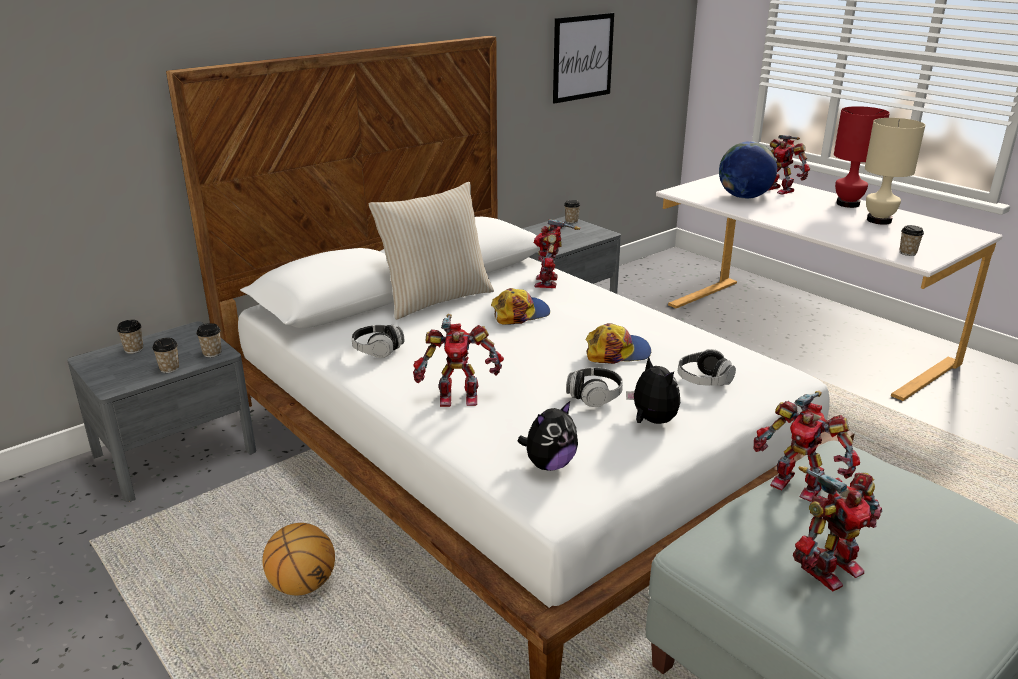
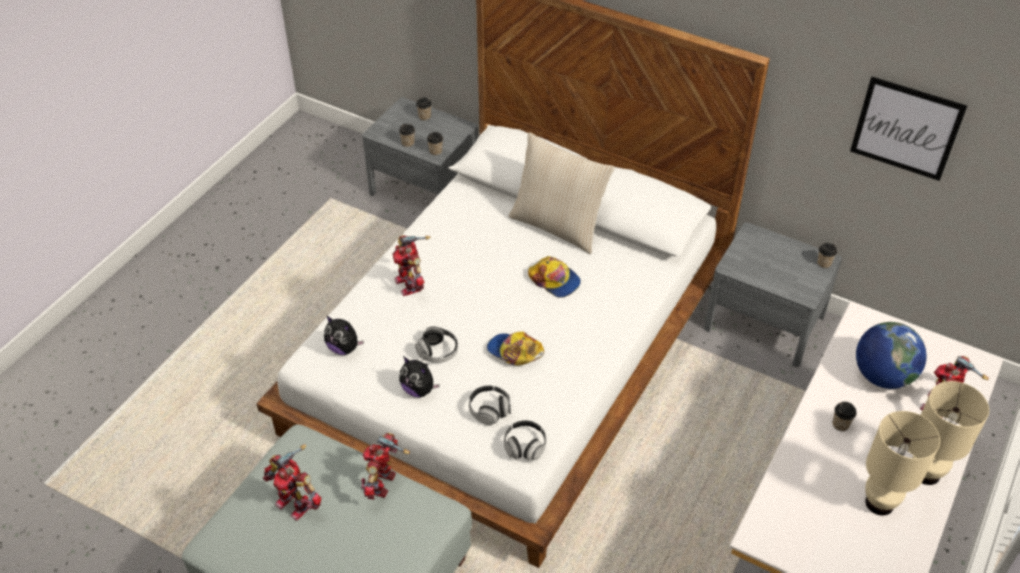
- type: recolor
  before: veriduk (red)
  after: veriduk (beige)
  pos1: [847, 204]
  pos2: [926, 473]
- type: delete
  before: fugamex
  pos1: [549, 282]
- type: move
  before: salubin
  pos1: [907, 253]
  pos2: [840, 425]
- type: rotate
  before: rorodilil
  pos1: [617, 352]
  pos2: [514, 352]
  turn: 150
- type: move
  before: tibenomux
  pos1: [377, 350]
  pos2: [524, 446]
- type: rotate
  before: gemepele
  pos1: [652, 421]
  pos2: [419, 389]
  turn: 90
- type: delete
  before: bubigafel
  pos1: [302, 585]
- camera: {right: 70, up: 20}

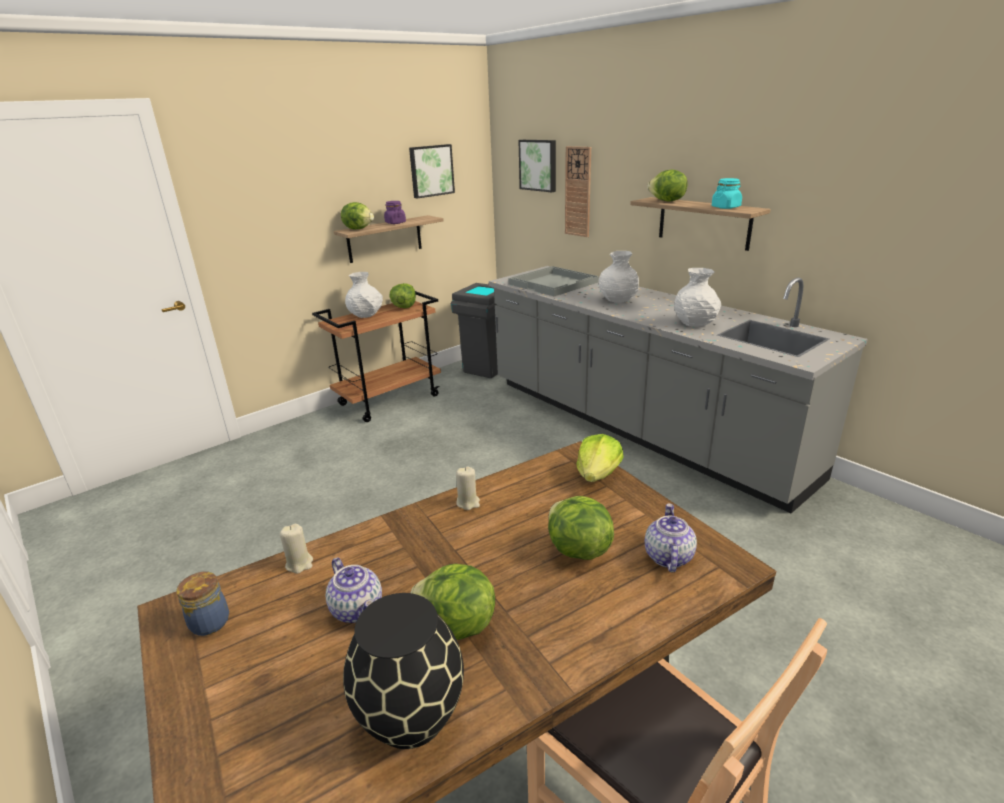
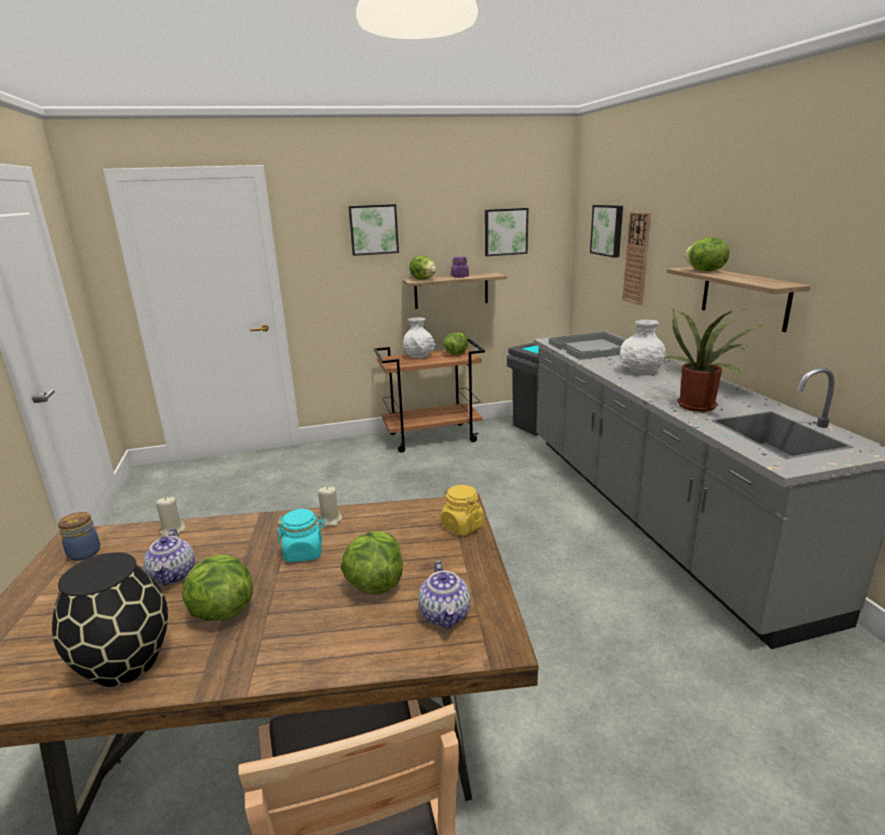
- type: move
  before: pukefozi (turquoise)
  pos1: [726, 207]
  pos2: [304, 552]
- type: replace
  before: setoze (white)
  after: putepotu
  pos1: [695, 323]
  pos2: [700, 405]
- type: replace
  before: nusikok
  after: pukefozi (yellow)
  pos1: [598, 474]
  pos2: [462, 526]
- type: rotate
  before: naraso
  pos1: [667, 556]
  pos2: [446, 615]
  turn: 135
- type: insert
  after: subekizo
  pos2: [373, 229]
- camera: {right: 25, up: -5}

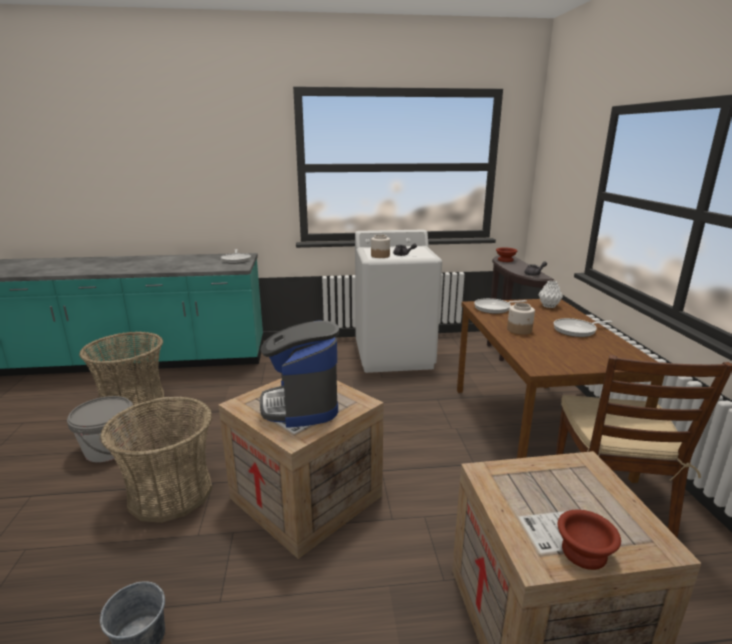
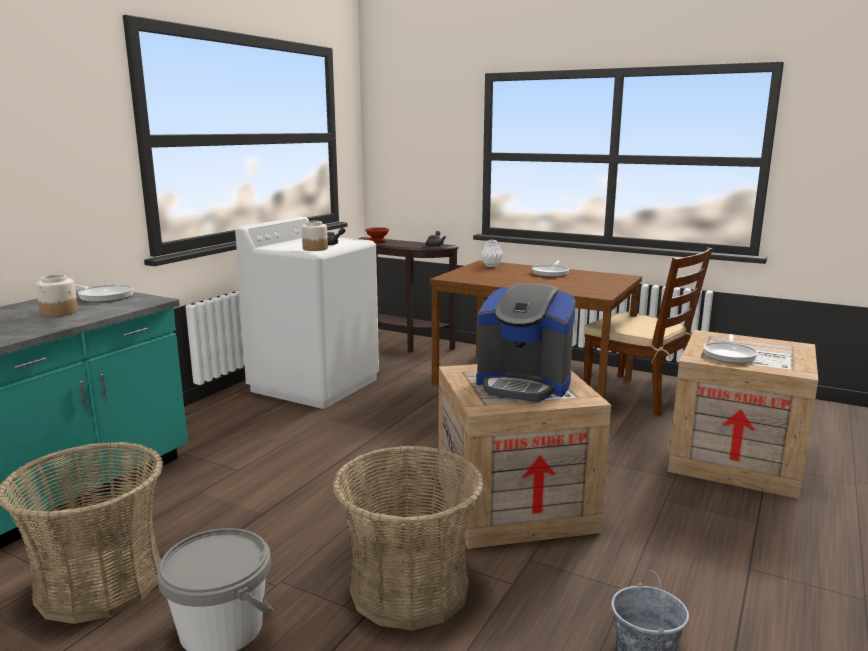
- type: move
  before: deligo
  pos1: [494, 308]
  pos2: [729, 355]
- type: move
  before: pukefozi
  pos1: [519, 330]
  pos2: [59, 312]
- type: delete
  before: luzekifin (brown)
  pos1: [585, 553]
- camera: {right: -55, up: -5}

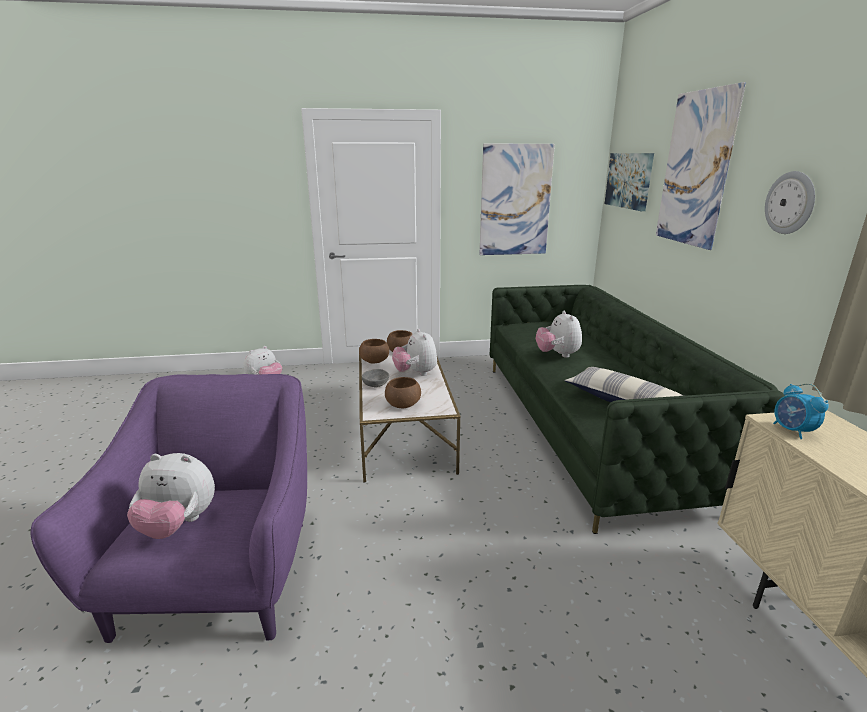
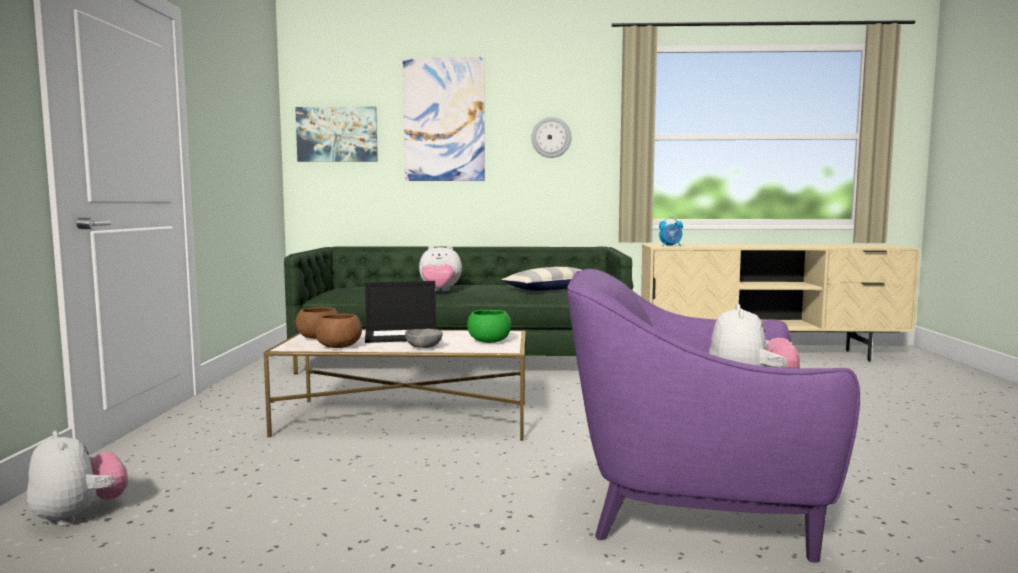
- type: delete
  before: subekizo
  pos1: [515, 201]
- type: replace
  before: gemepele
  after: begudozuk
  pos1: [415, 373]
  pos2: [403, 336]
- type: recolor
  before: luzekifin (brown)
  after: luzekifin (green)
  pos1: [403, 404]
  pos2: [488, 341]
- camera: {right: -80, up: -15}

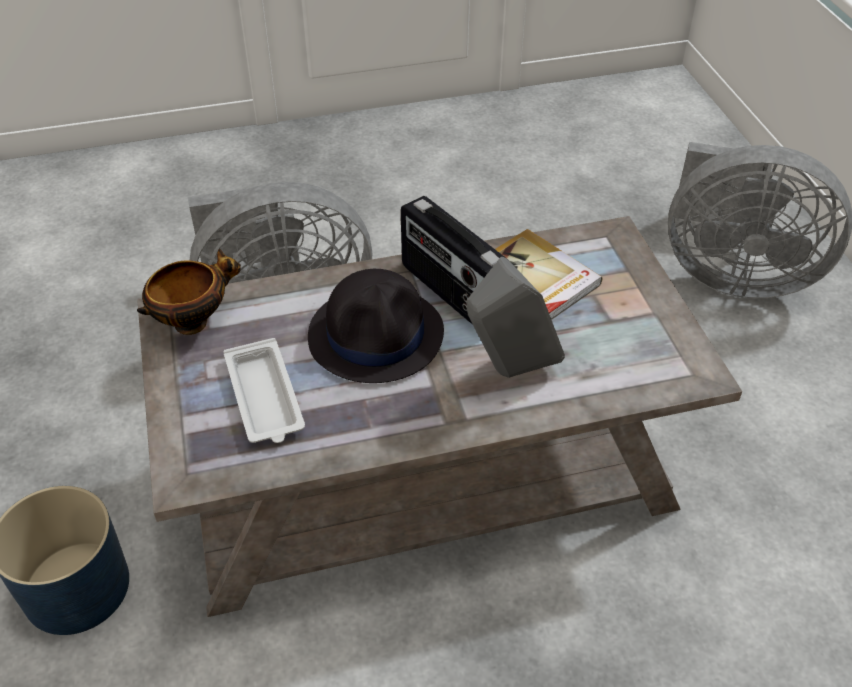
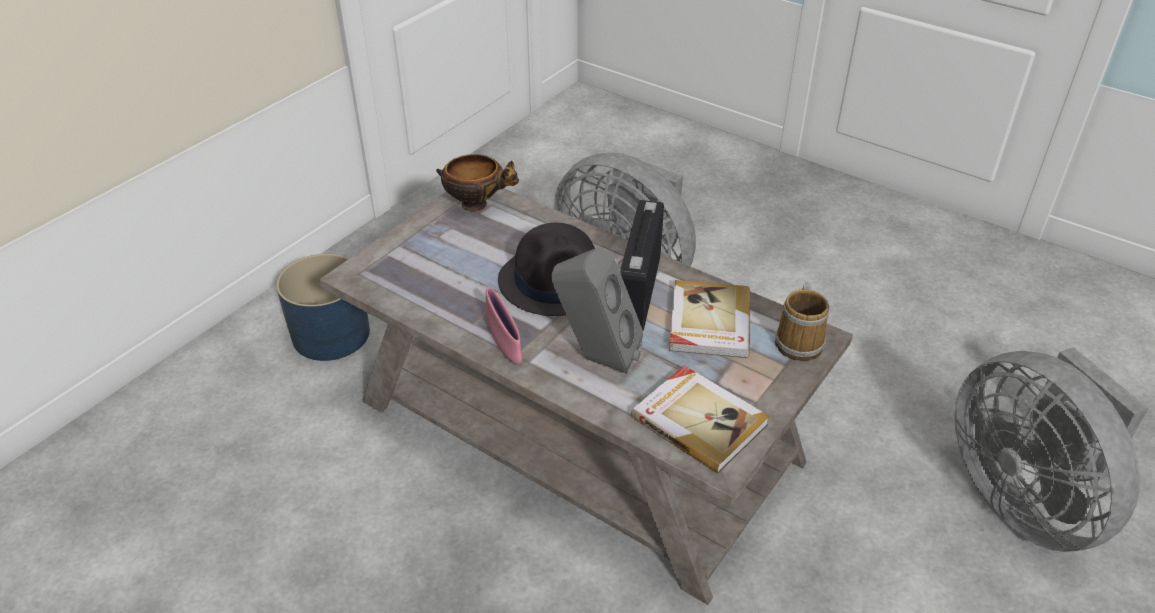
- type: delete
  before: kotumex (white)
  pos1: [265, 398]
- type: insert
  after: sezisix
  pos2: [800, 342]
- type: insert
  after: luzekifin (pink)
  pos2: [504, 343]
- type: insert
  after: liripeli
  pos2: [699, 420]
- camera: {right: 50, up: -5}

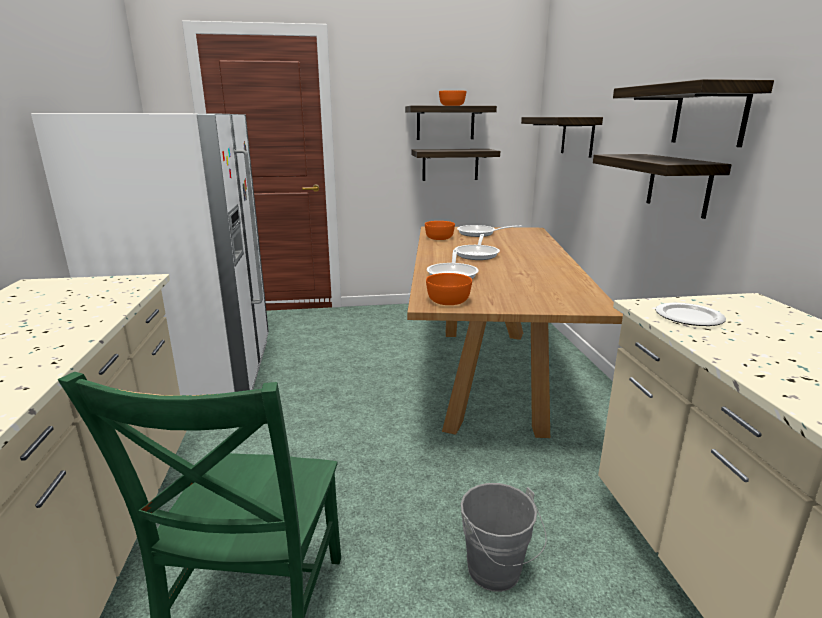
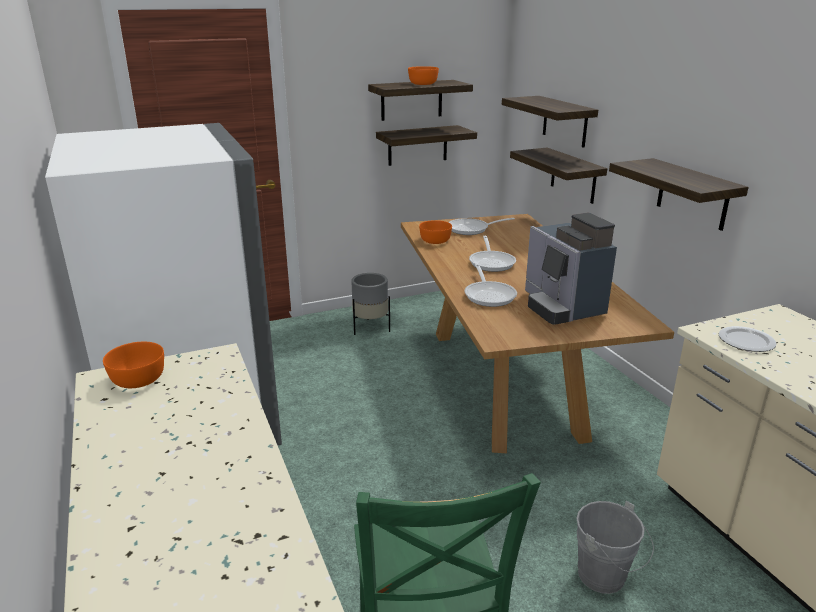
- type: move
  before: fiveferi
  pos1: [709, 115]
  pos2: [573, 175]
- type: move
  before: luzekifin (orange)
  pos1: [448, 301]
  pos2: [137, 379]
- type: insert
  after: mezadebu
  pos2: [561, 306]
- type: insert
  after: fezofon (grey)
  pos2: [371, 328]
- camera: {right: -15, up: 5}

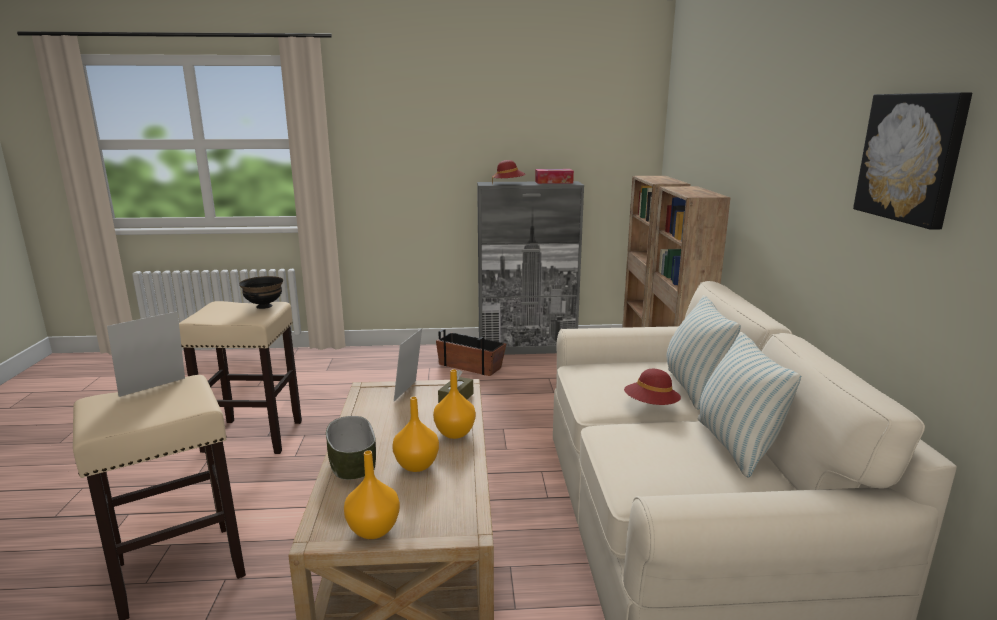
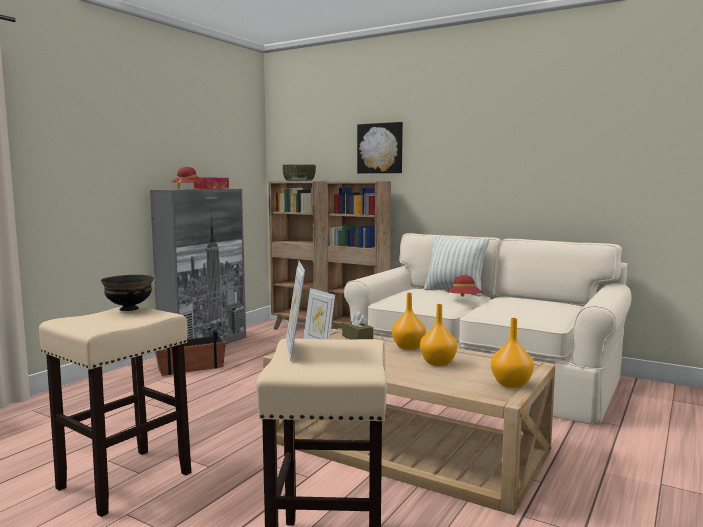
- type: move
  before: subekizo
  pos1: [912, 157]
  pos2: [380, 148]
- type: delete
  before: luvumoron
  pos1: [735, 446]
- type: move
  before: luzekifin
  pos1: [353, 464]
  pos2: [299, 181]
- camera: {right: -55, up: -10}

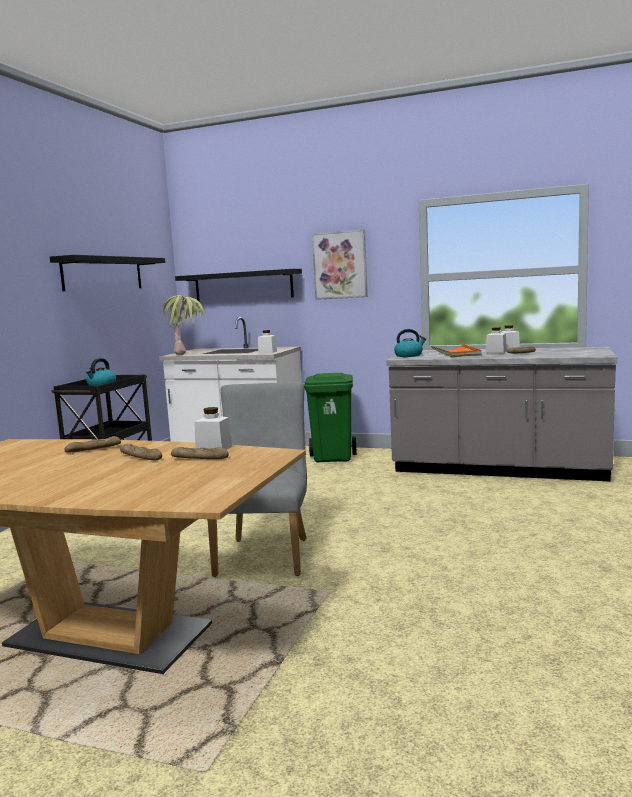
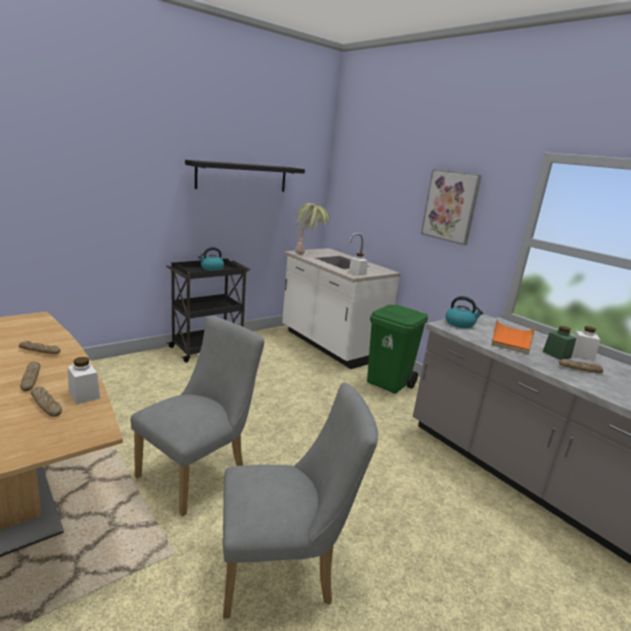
- type: delete
  before: fiveferi (black)
  pos1: [243, 286]
- type: recolor
  before: pukefozi (white)
  after: pukefozi (green)
  pos1: [496, 352]
  pos2: [556, 354]
- type: insert
  after: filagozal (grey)
  pos2: [284, 569]
- camera: {right: 30, up: 10}

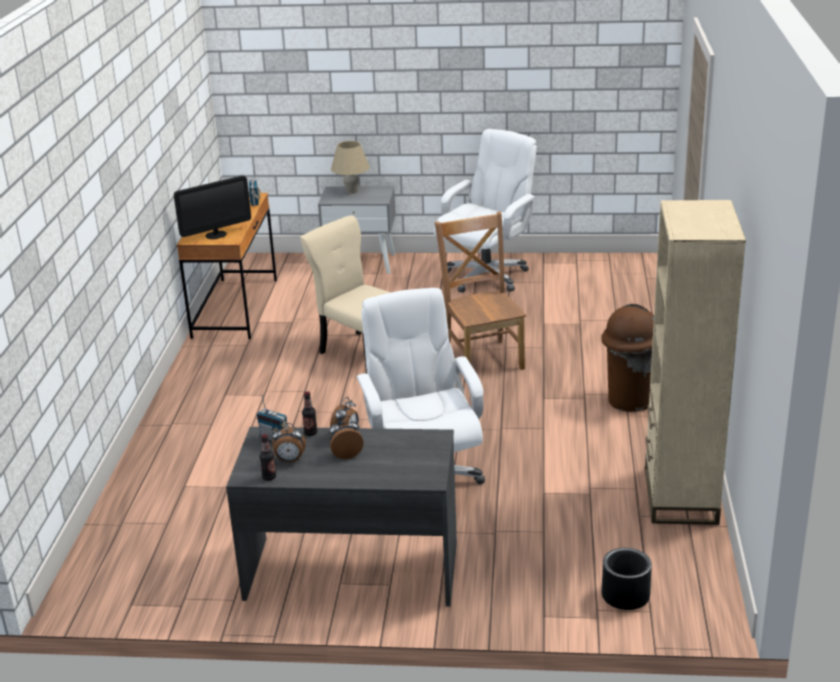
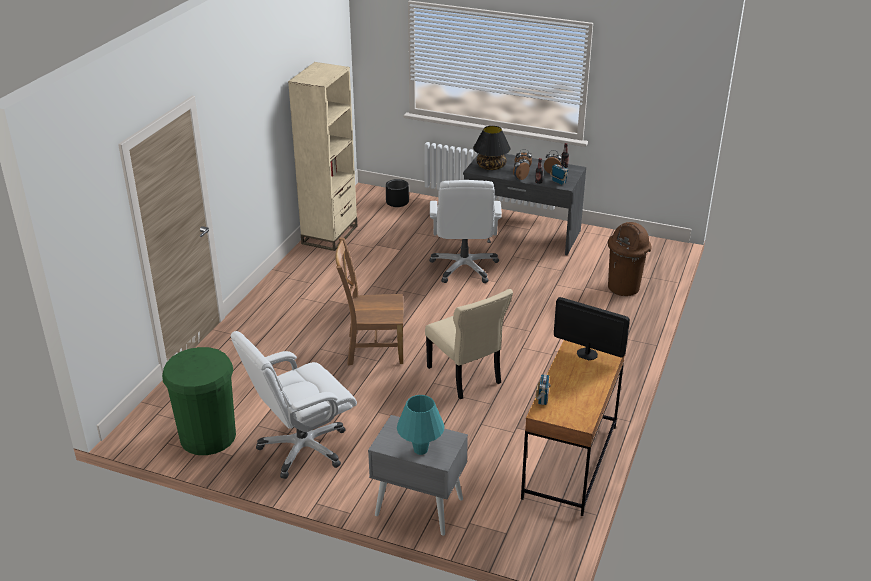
- type: recolor
  before: veriduk (beige)
  after: veriduk (turquoise)
  pos1: [352, 191]
  pos2: [420, 450]
- type: rotate
  before: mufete
  pos1: [216, 235]
  pos2: [587, 354]
  turn: 45
- type: rotate
  before: filagozal (brown)
  pos1: [483, 357]
  pos2: [372, 349]
  turn: 90
- type: move
  before: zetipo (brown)
  pos1: [629, 400]
  pos2: [624, 288]
- type: insert
  after: veriduk (black)
  pos2: [491, 166]
- type: insert
  after: zetipo (green)
  pos2: [208, 436]
- camera: {right: -165, up: 5}

